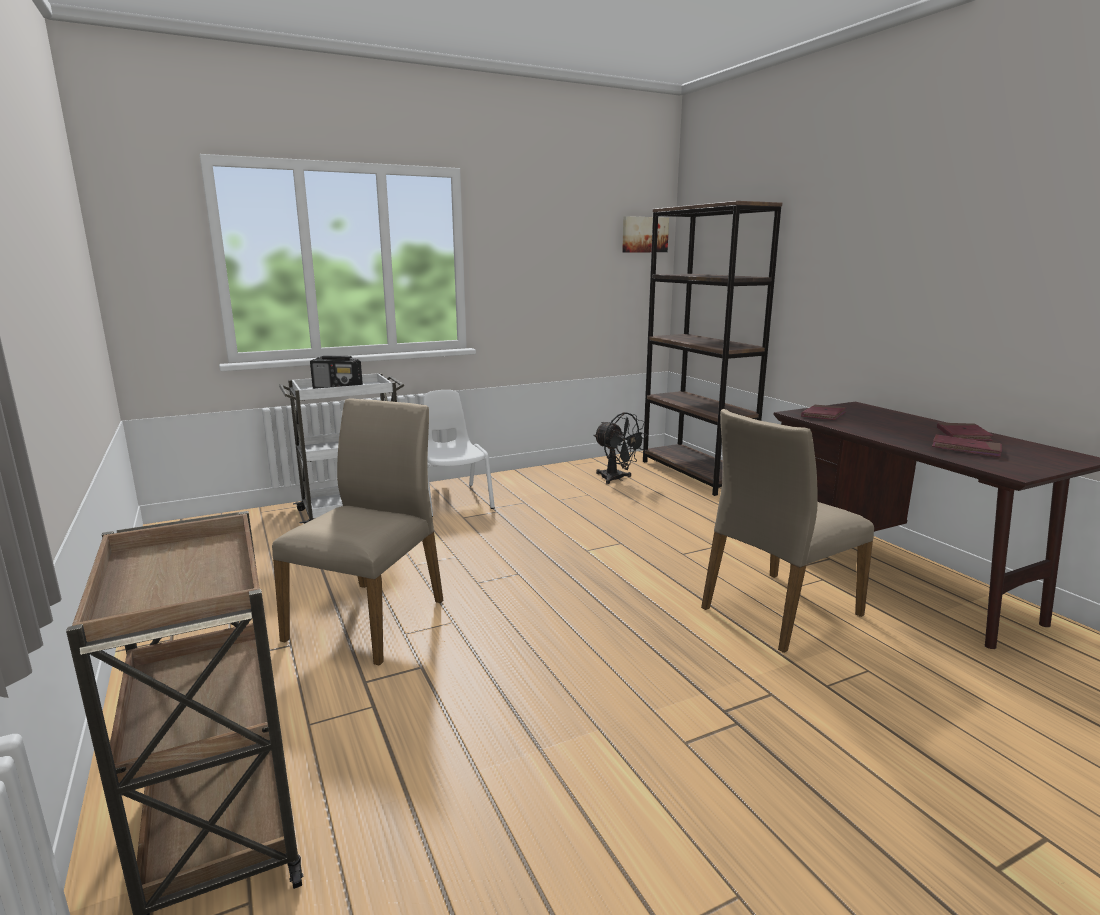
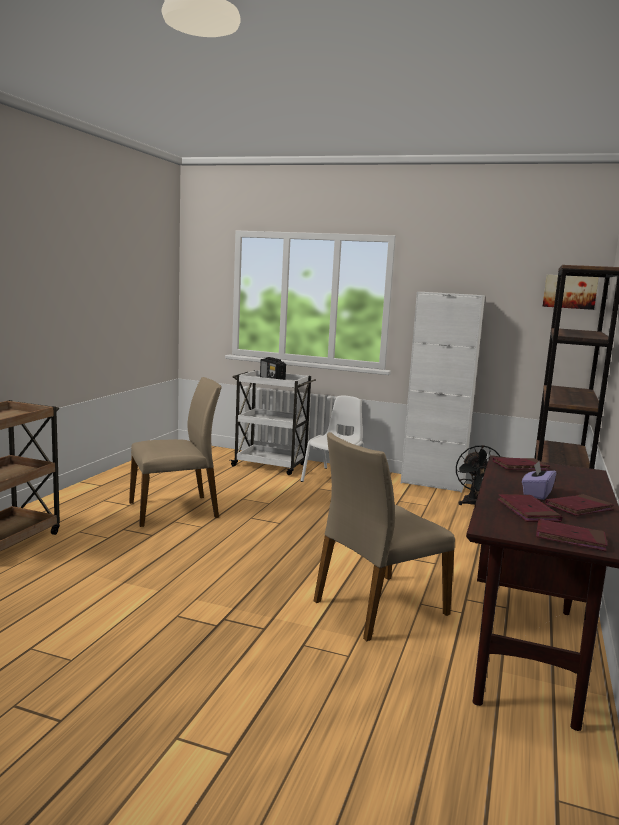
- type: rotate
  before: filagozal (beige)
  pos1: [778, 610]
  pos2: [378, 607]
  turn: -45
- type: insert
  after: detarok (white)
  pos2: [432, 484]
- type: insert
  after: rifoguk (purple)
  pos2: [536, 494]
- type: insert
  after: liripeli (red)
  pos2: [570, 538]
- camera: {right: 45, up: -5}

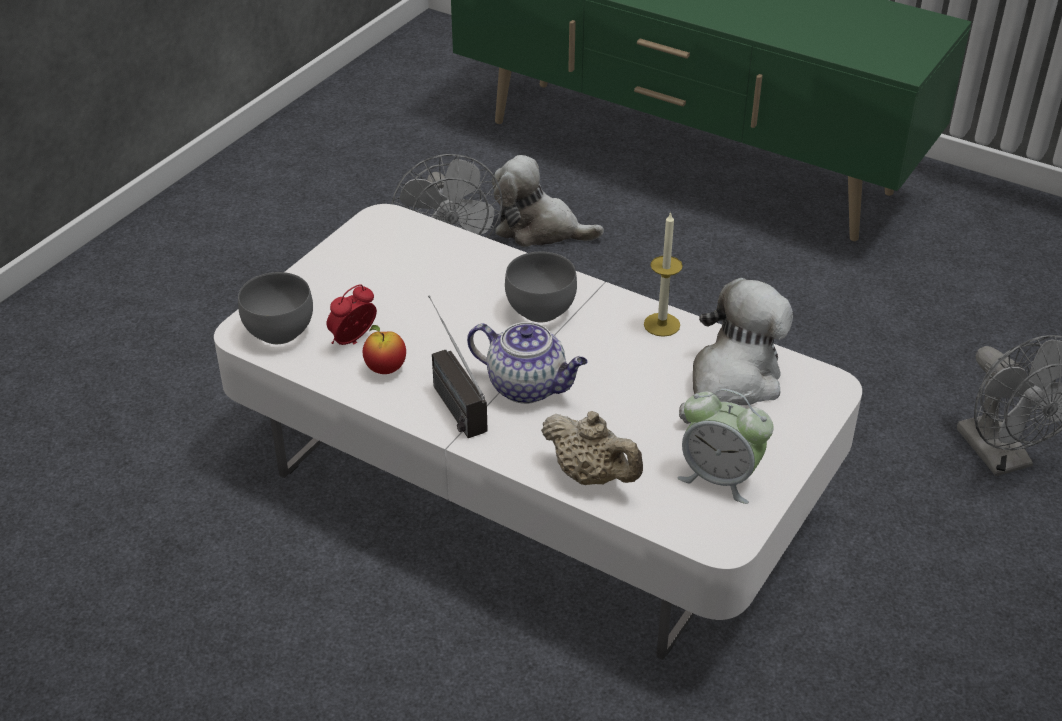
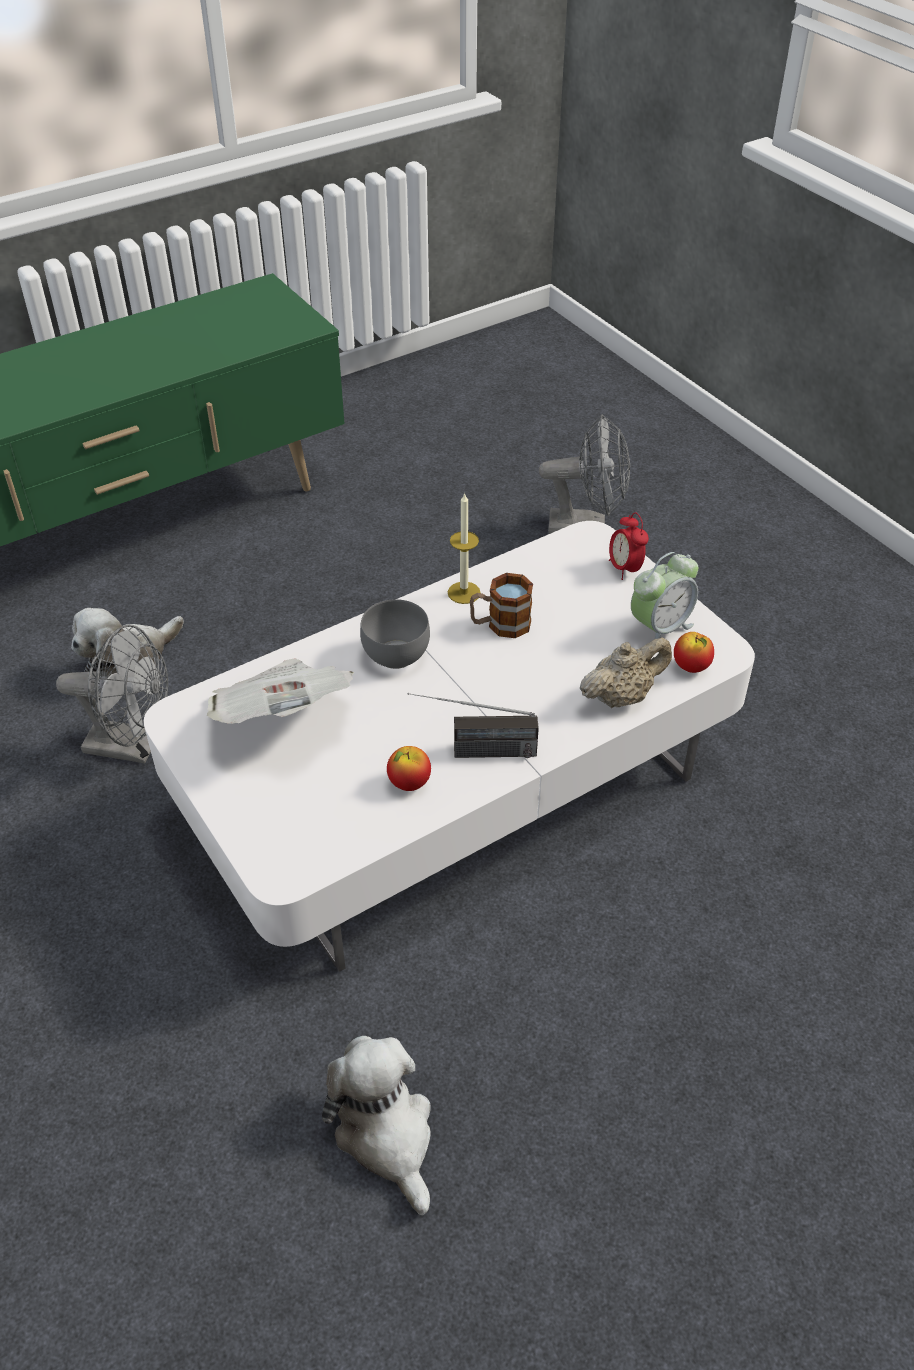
- type: delete
  before: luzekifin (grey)
  pos1: [281, 330]
- type: move
  before: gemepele
  pos1: [731, 382]
  pos2: [386, 1134]
- type: move
  before: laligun
  pos1: [353, 342]
  pos2: [625, 568]
- type: delete
  before: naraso
  pos1: [528, 386]
- type: insert
  after: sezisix
  pos2: [500, 625]
- type: insert
  after: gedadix
  pos2: [691, 667]
- type: insert
  after: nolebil
  pos2: [283, 717]
- camera: {right: -65, up: 5}

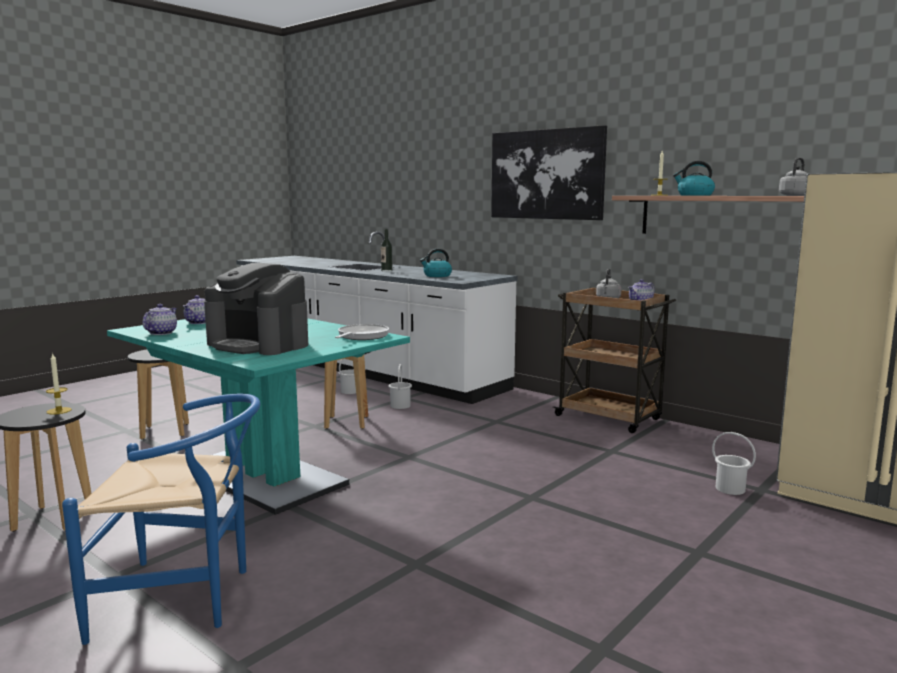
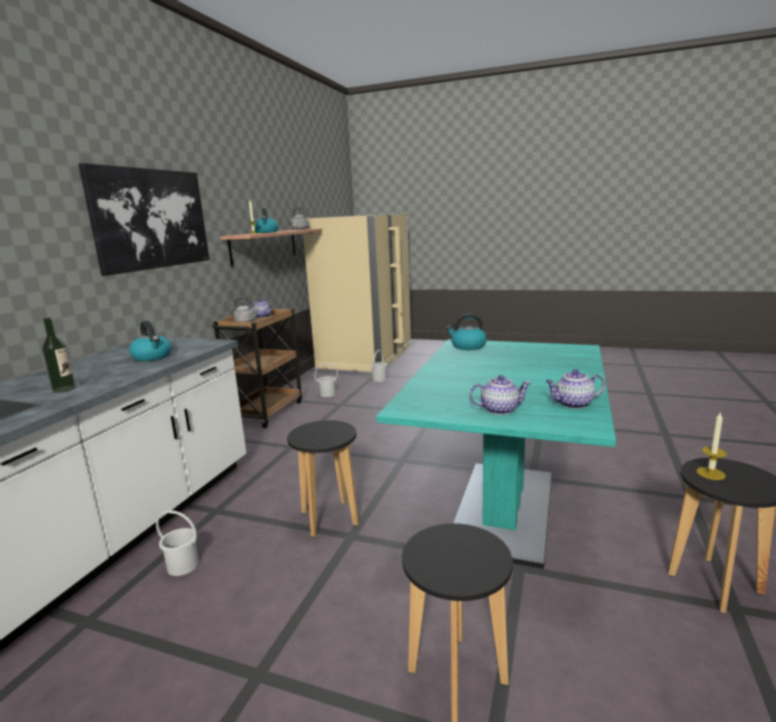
- type: delete
  before: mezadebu
  pos1: [259, 344]
- type: replace
  before: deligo
  after: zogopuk
  pos1: [361, 336]
  pos2: [468, 346]
- type: move
  before: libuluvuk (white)
  pos1: [400, 405]
  pos2: [327, 394]
- type: delete
  before: filagozal (blue)
  pos1: [186, 598]
- camera: {right: -110, up: 5}

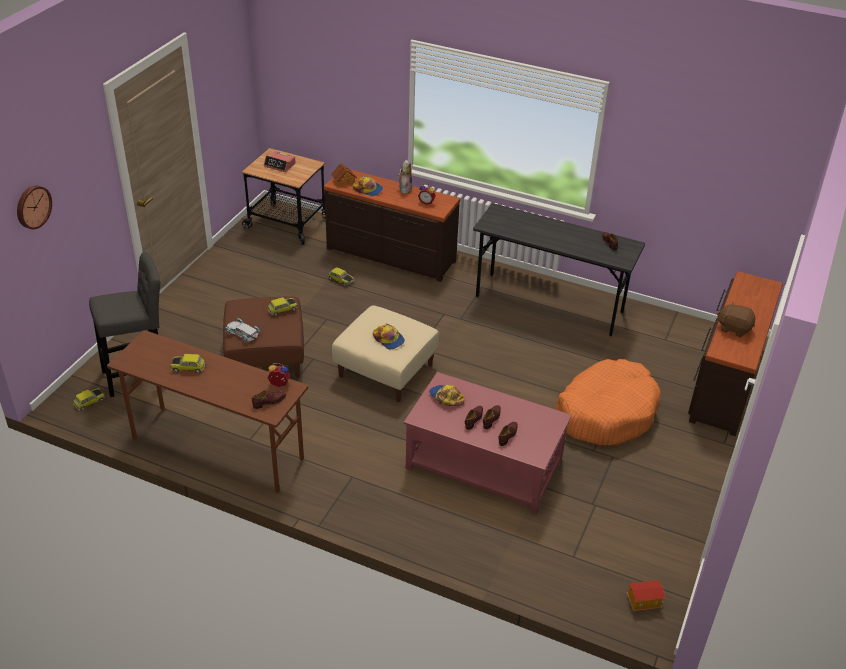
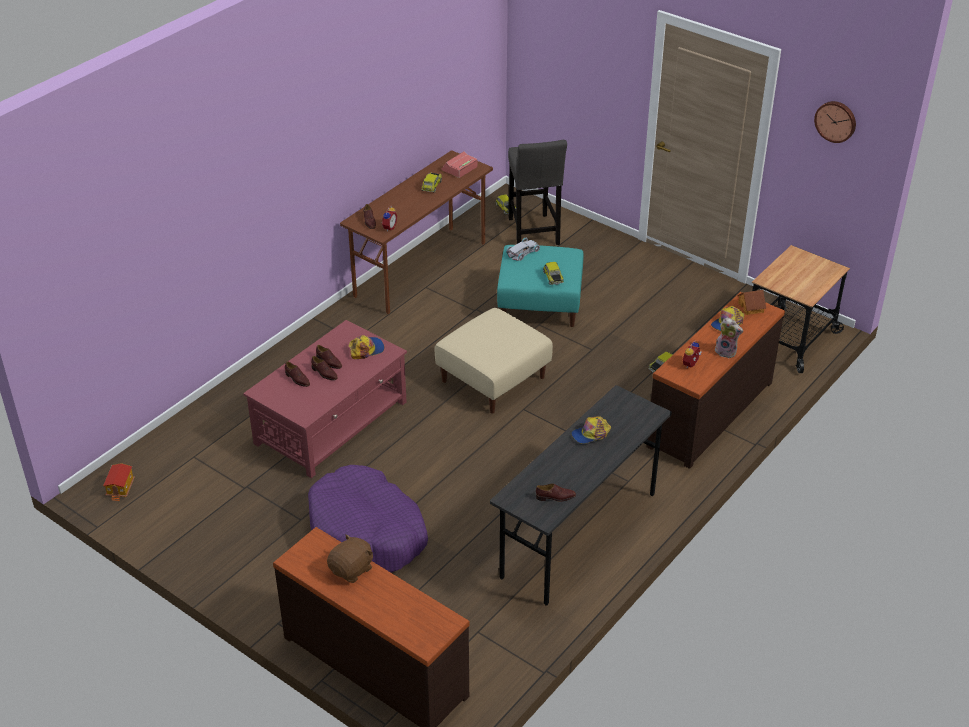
- type: move
  before: laligun
  pos1: [280, 165]
  pos2: [459, 168]
- type: move
  before: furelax
  pos1: [32, 206]
  pos2: [836, 121]
- type: recolor
  before: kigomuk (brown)
  after: kigomuk (turquoise)
  pos1: [265, 356]
  pos2: [540, 304]
- type: move
  before: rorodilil
  pos1: [389, 339]
  pos2: [591, 434]
- type: recolor
  before: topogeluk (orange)
  after: topogeluk (purple)
  pos1: [606, 413]
  pos2: [367, 533]
- camera: {right: 105, up: 0}

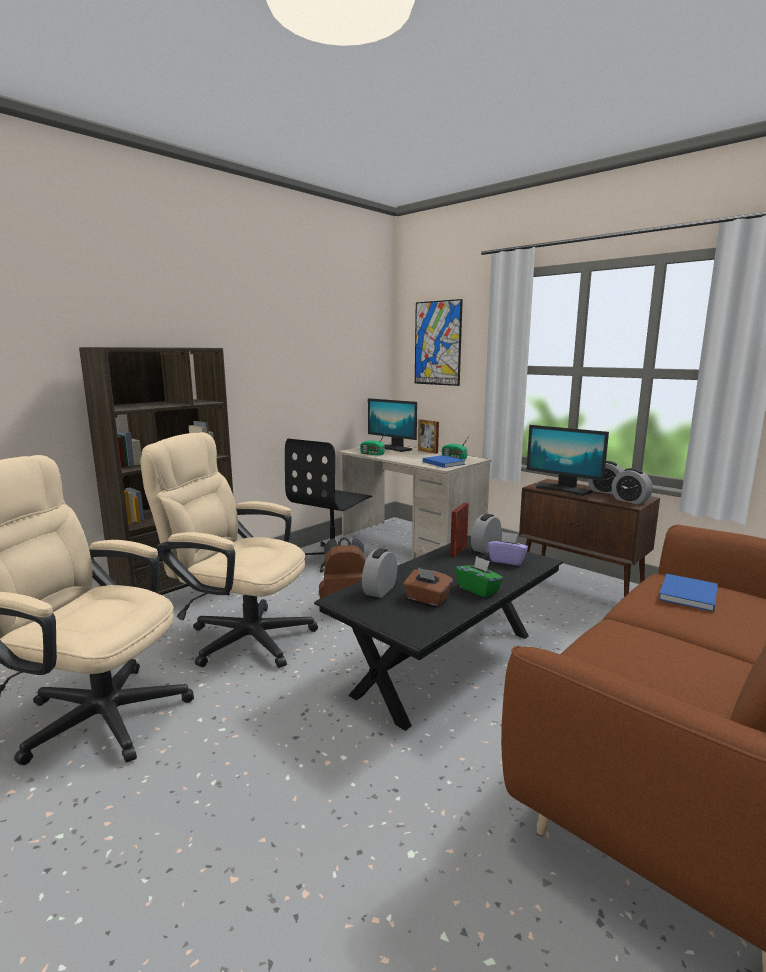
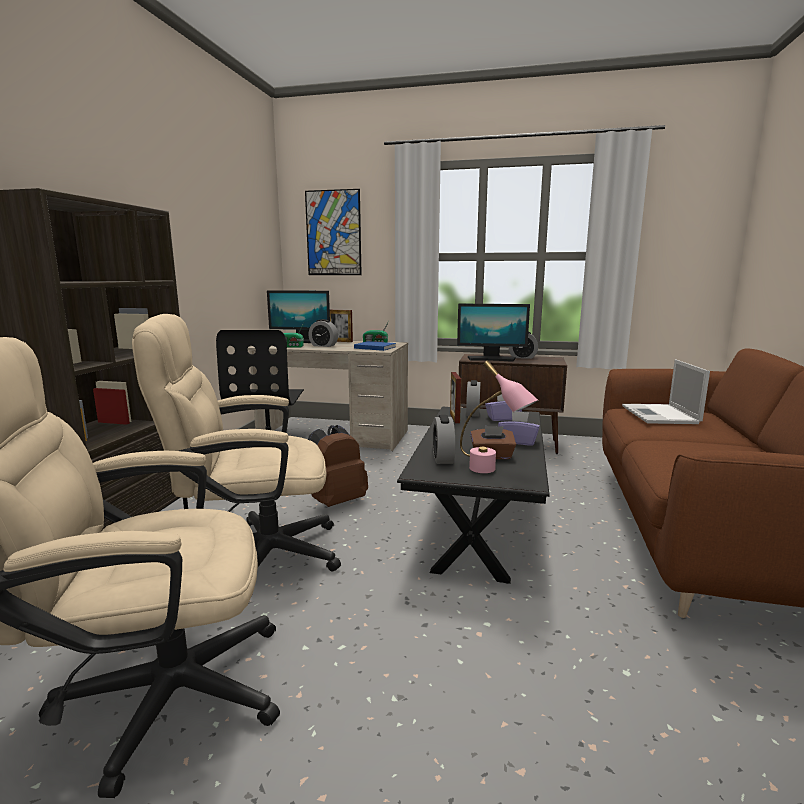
- type: move
  before: laligun
  pos1: [630, 501]
  pos2: [323, 345]
- type: recolor
  before: rifoguk (green)
  after: rifoguk (purple)
  pos1: [478, 589]
  pos2: [518, 441]
- type: replace
  before: liripeli (blue)
  after: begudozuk
  pos1: [688, 595]
  pos2: [660, 415]
- type: insert
  after: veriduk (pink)
  pos2: [493, 471]
- camera: {right: -30, up: 0}

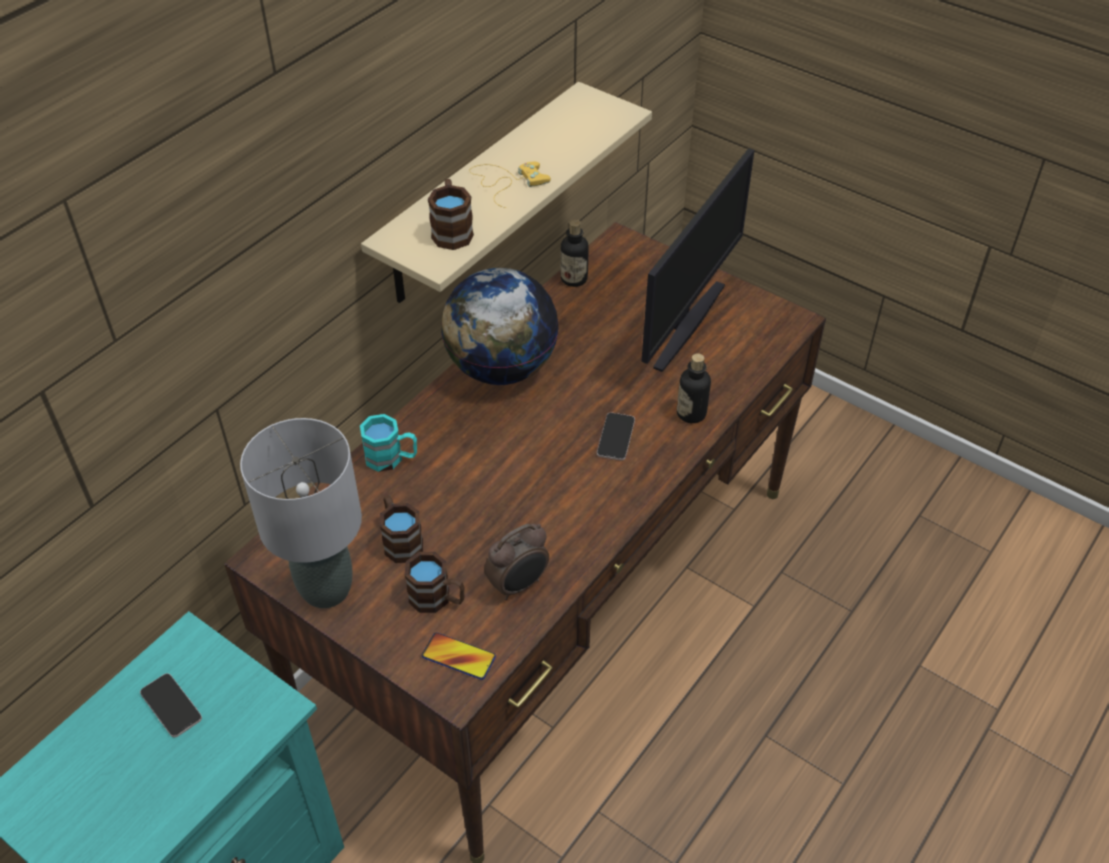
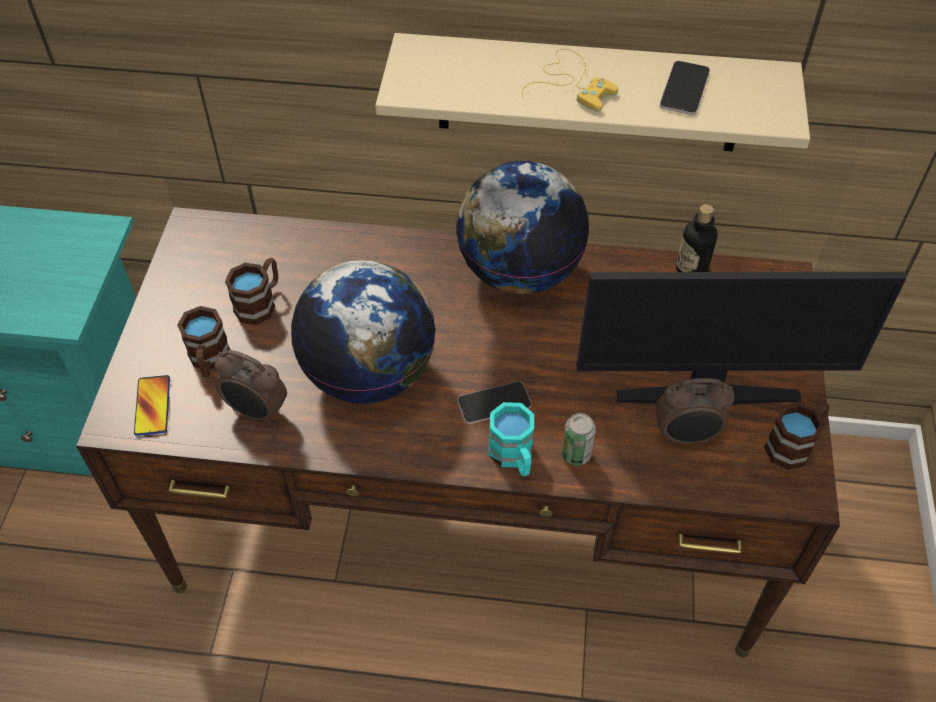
- type: move
  before: sezisix (brown)
  pos1: [452, 230]
  pos2: [794, 444]
- type: replace
  before: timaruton
  after: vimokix
  pos1: [691, 413]
  pos2: [576, 454]
- type: move
  before: sezisix (turquoise)
  pos1: [391, 458]
  pos2: [514, 457]
- type: delete
  before: veriduk (grey)
  pos1: [326, 590]
- type: move
  before: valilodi
  pos1: [171, 705]
  pos2: [684, 89]
- type: insert
  after: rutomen
  pos2: [369, 374]
- type: insert
  after: laligun
  pos2: [686, 436]
- camera: {right: 60, up: 5}

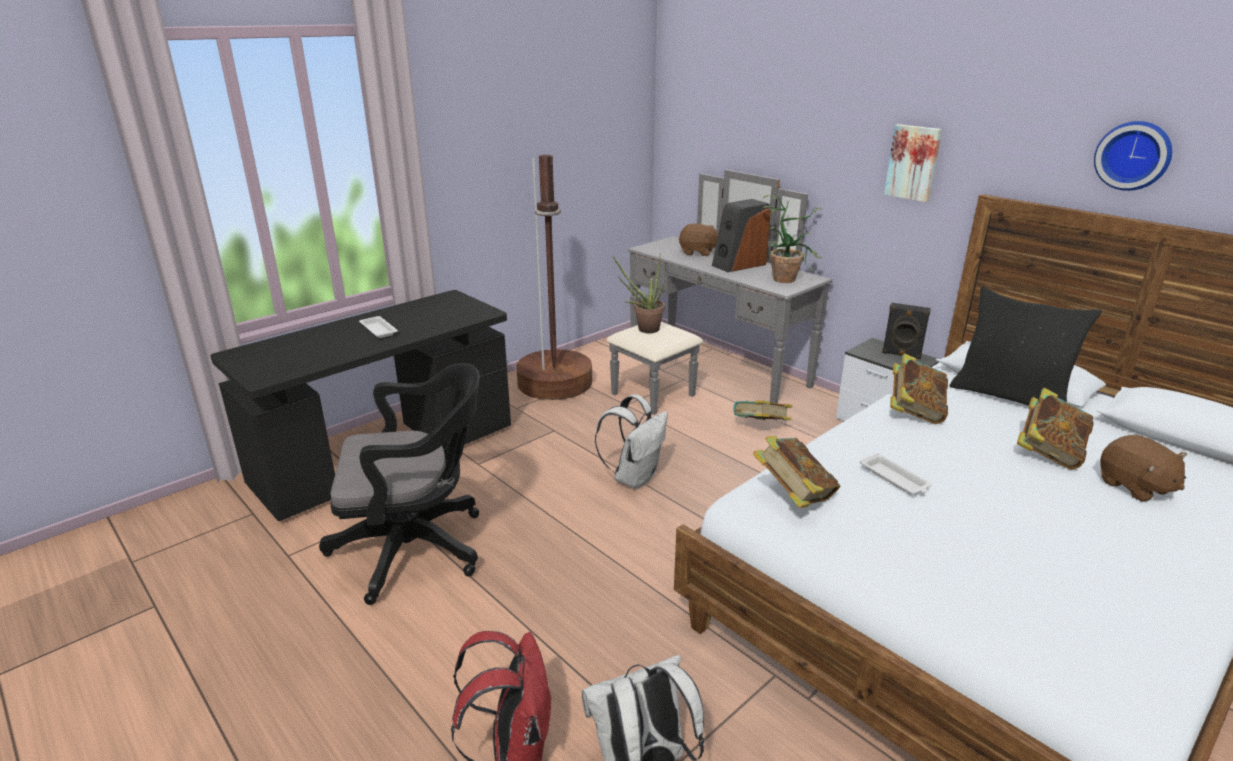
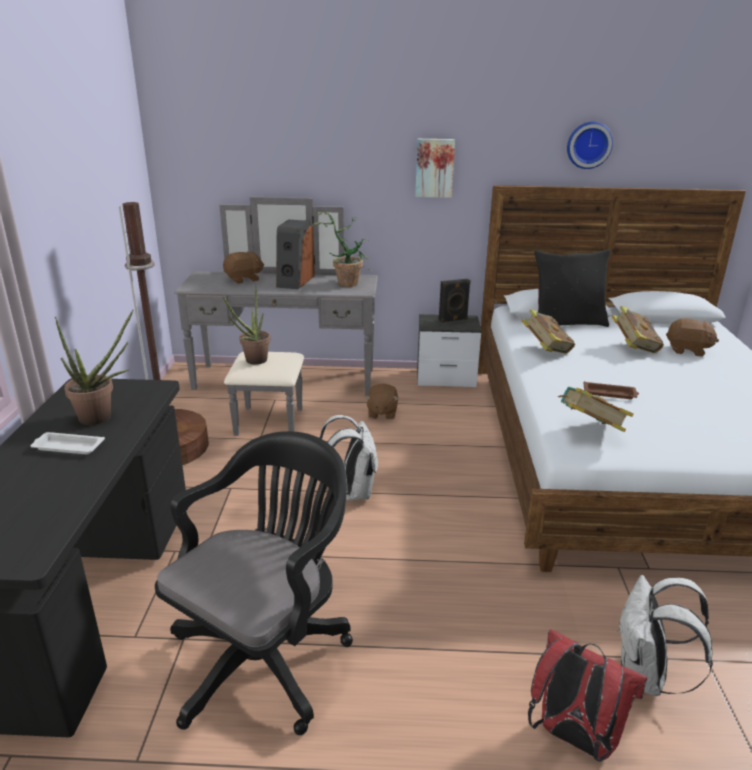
- type: replace
  before: liripeli
  after: gemepele (brown)
  pos1: [760, 428]
  pos2: [381, 413]
- type: recolor
  before: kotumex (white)
  after: kotumex (brown)
  pos1: [895, 479]
  pos2: [610, 393]
- type: insert
  after: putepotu
  pos2: [102, 417]
- camera: {right: -45, up: 0}

